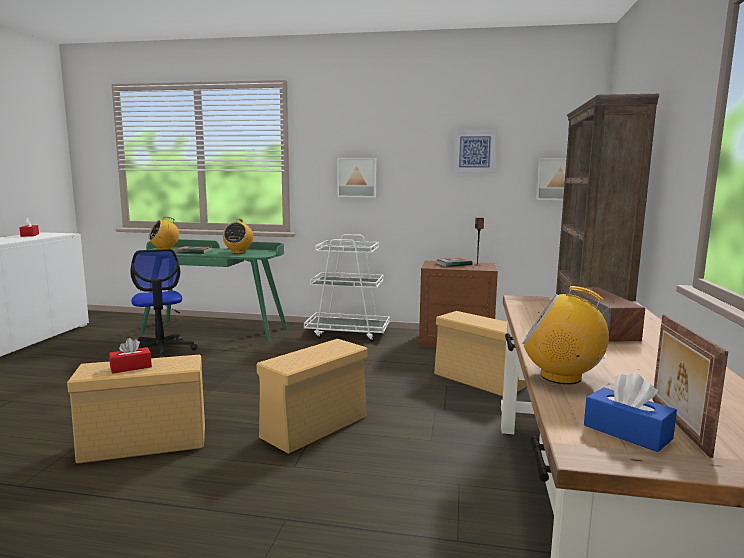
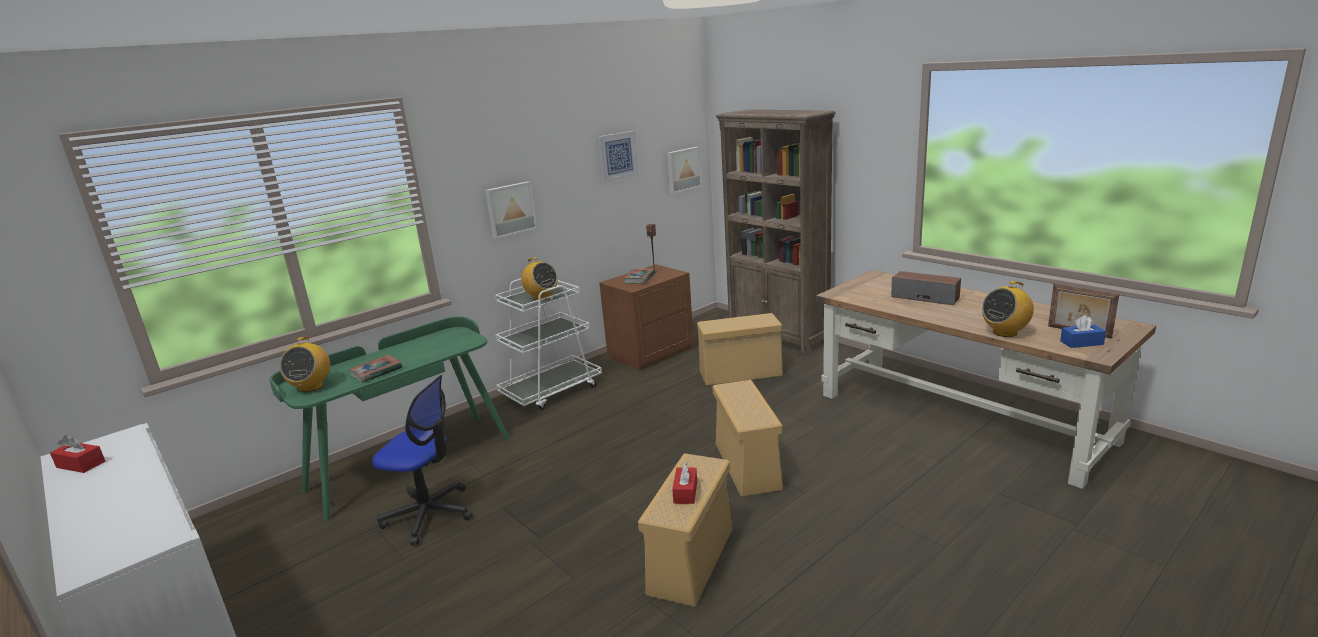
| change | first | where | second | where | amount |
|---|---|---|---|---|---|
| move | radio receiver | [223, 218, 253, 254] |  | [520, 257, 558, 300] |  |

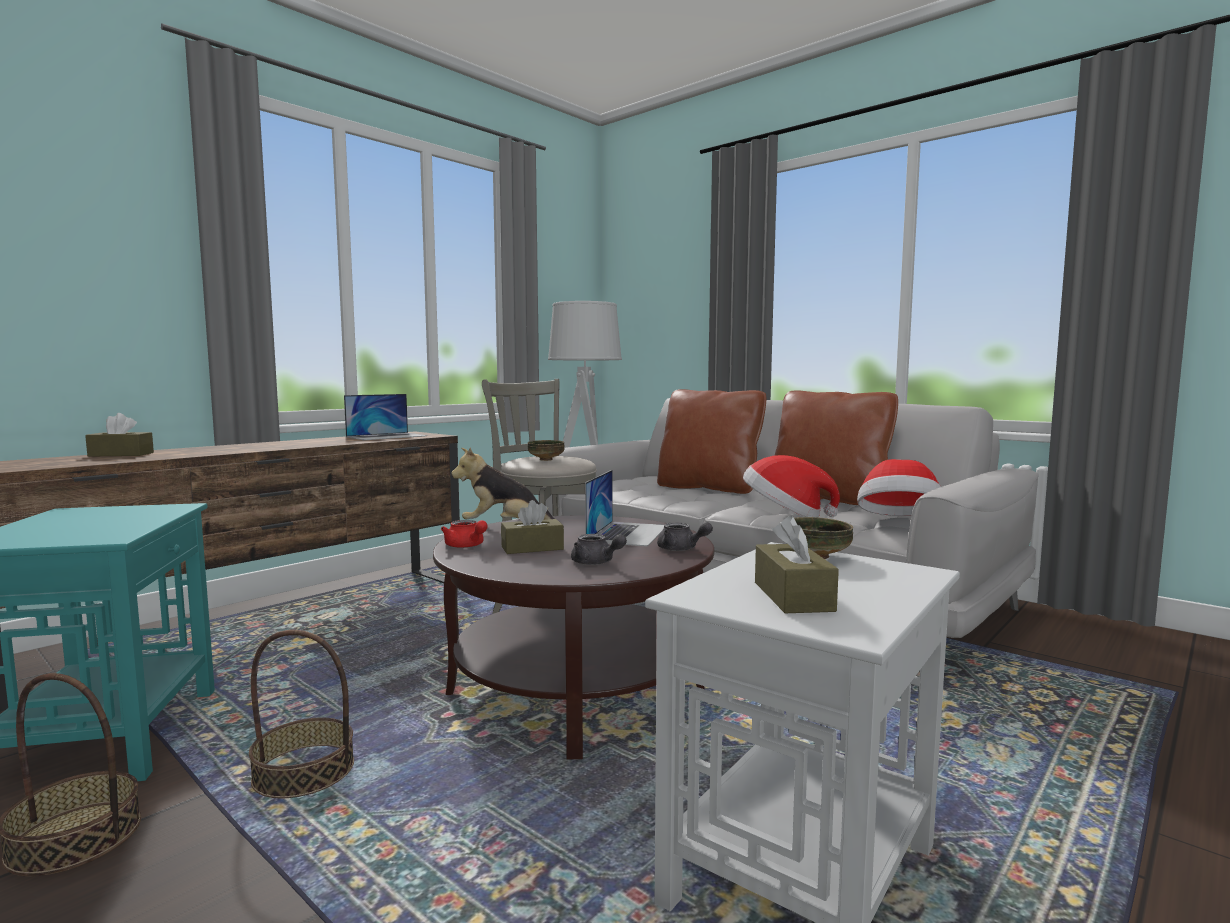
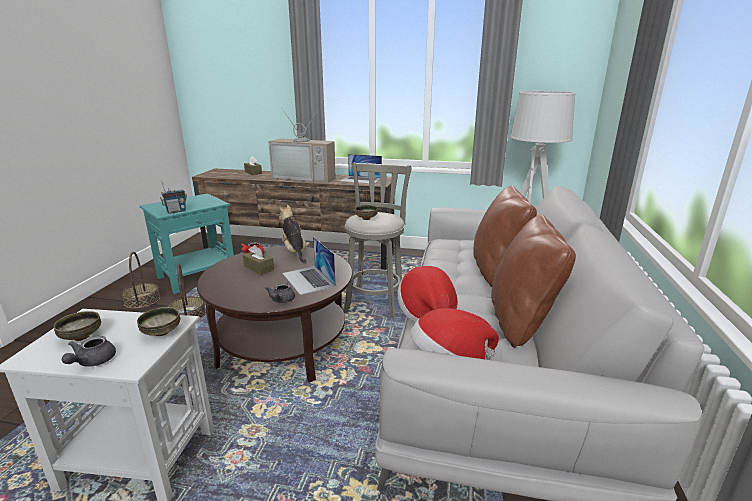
| change | first | where | second | where | amount |
|---|---|---|---|---|---|
| insert |  |  | radio receiver | [160, 181, 187, 214] |  |
| insert |  |  | TV | [268, 107, 336, 183] |  |
| move | gray teapot | [571, 534, 627, 565] |  | [62, 336, 116, 367] |  |
| replace | brownish box of tissues | [755, 515, 839, 613] | serving bowl | [54, 311, 101, 341] |  |
| rotate | notebook computer | [585, 470, 664, 547] |  | [282, 237, 336, 295] | 75 degrees clockwise |

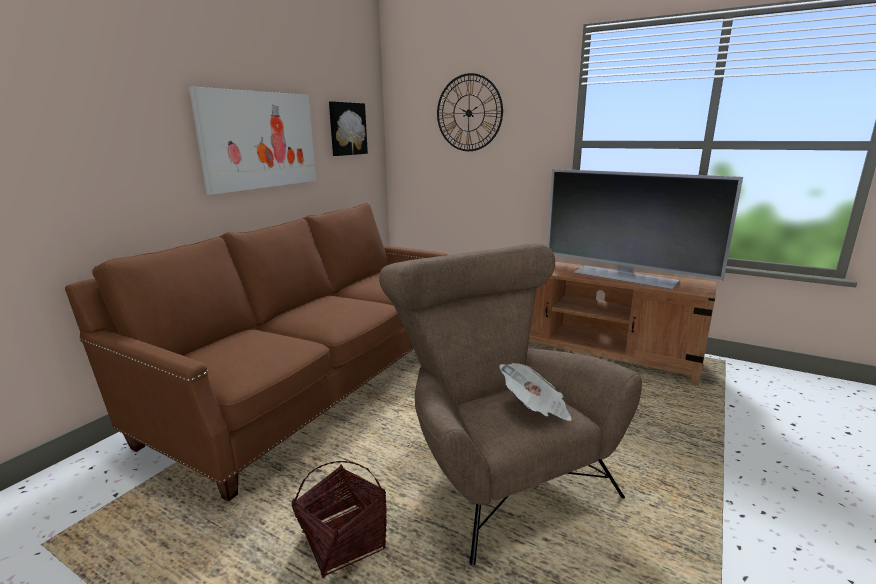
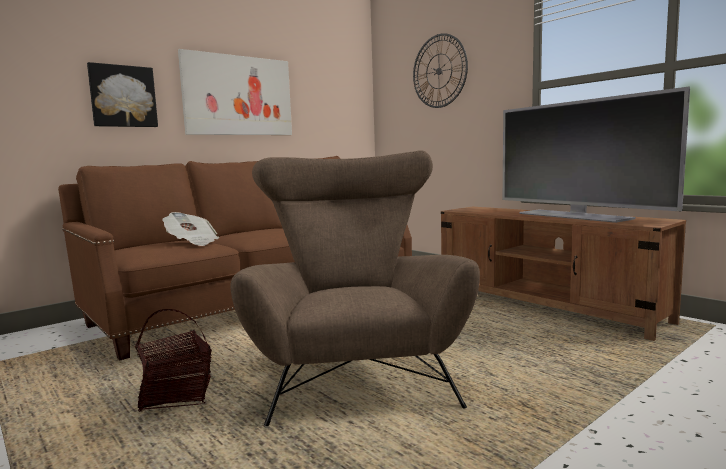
| change | first | where | second | where | amount |
|---|---|---|---|---|---|
| move | picture | [329, 101, 368, 156] |  | [87, 62, 158, 127] |  |
| move | daily paper | [499, 363, 572, 421] |  | [162, 212, 219, 246] |  |

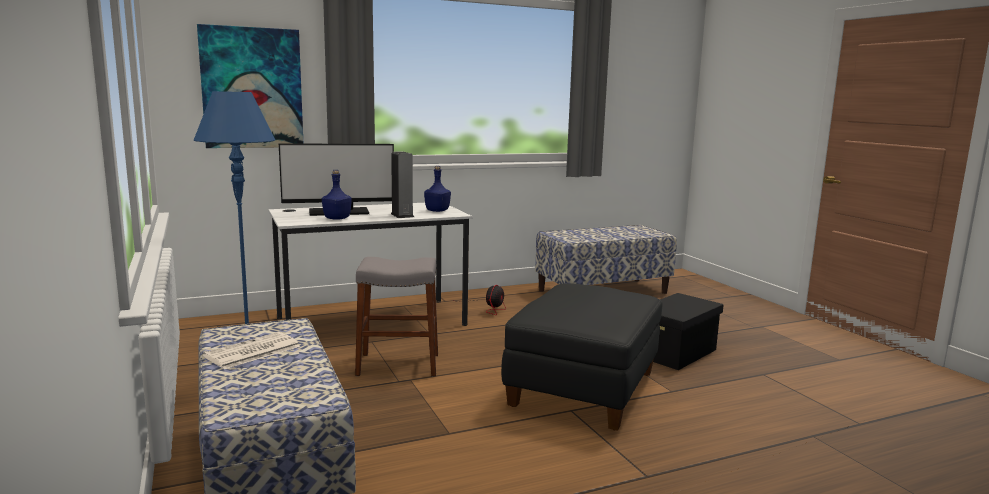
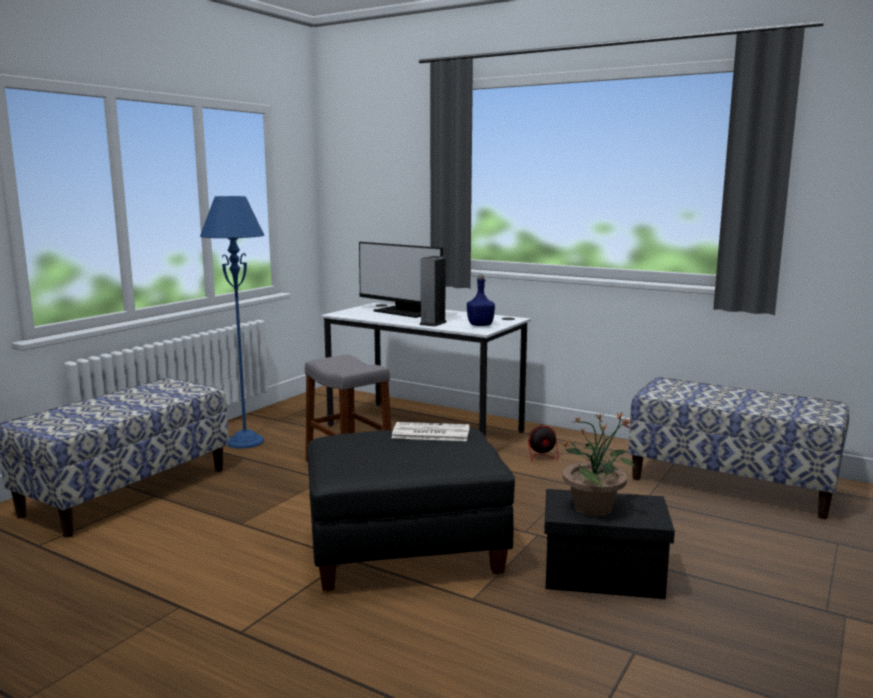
| change | first | where | second | where | amount |
|---|---|---|---|---|---|
| delete | picture | [197, 24, 304, 148] |  |  |  |
| delete | bluish drink bottle | [322, 170, 352, 220] |  |  |  |
| insert |  |  | plant in a pot | [562, 411, 636, 516] |  |
| move | daily paper | [203, 332, 300, 369] |  | [392, 422, 470, 441] |  |

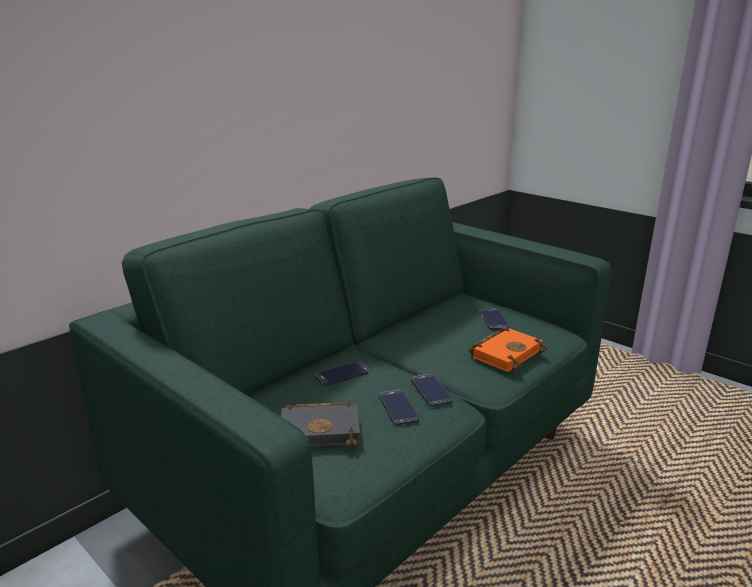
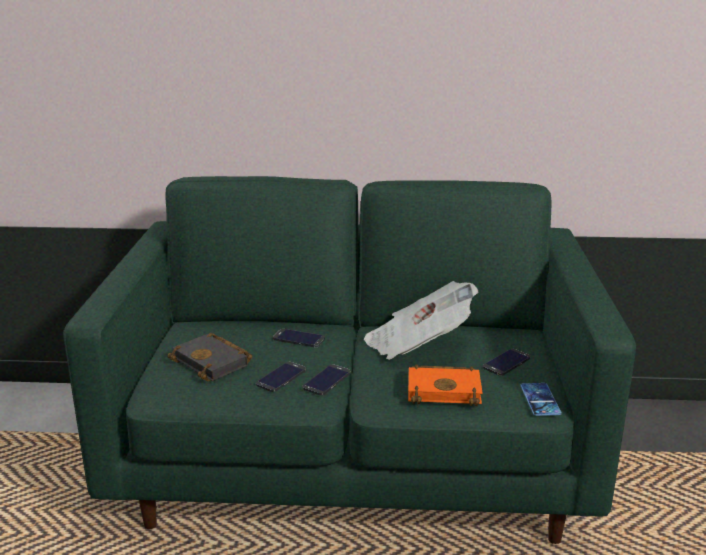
| change | first | where | second | where | amount |
|---|---|---|---|---|---|
| insert |  |  | daily paper | [364, 281, 478, 360] |  |
| insert |  |  | handset | [520, 383, 562, 416] |  |

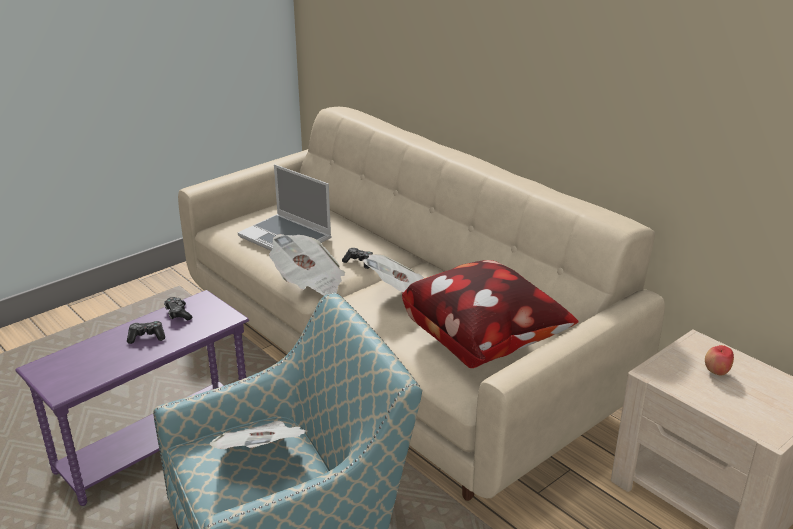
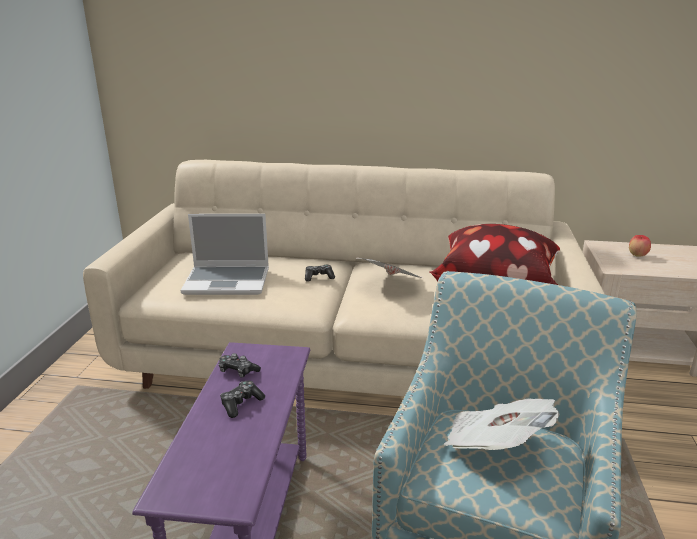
| change | first | where | second | where | amount |
|---|---|---|---|---|---|
| delete | daily paper | [269, 234, 345, 296] |  |  |  |

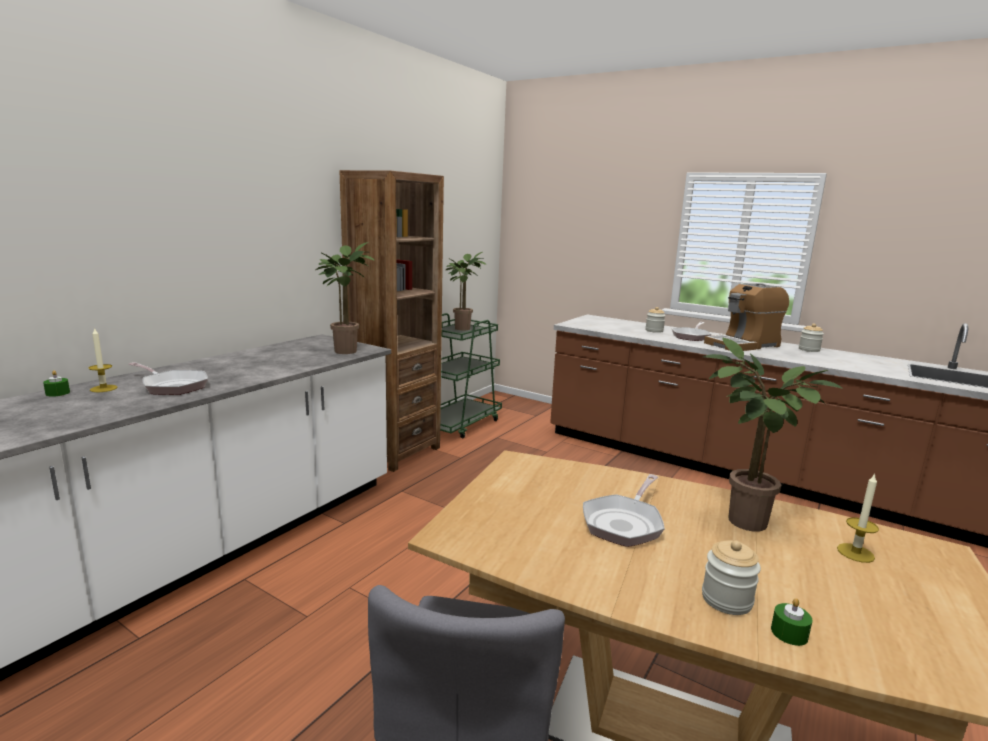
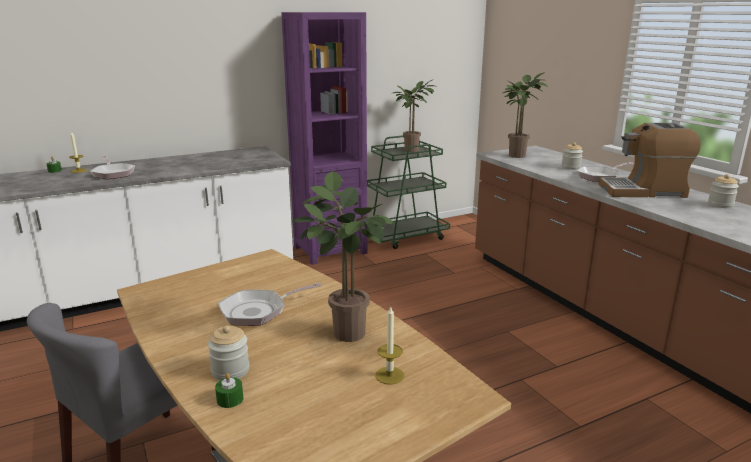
| change | first | where | second | where | amount |
|---|---|---|---|---|---|
| move | plant in a pot | [316, 242, 375, 354] |  | [503, 72, 548, 158] |  |
| recolor | brownish shelving unit | [339, 170, 444, 472] | purplish shelving unit | [281, 12, 367, 265] |  |

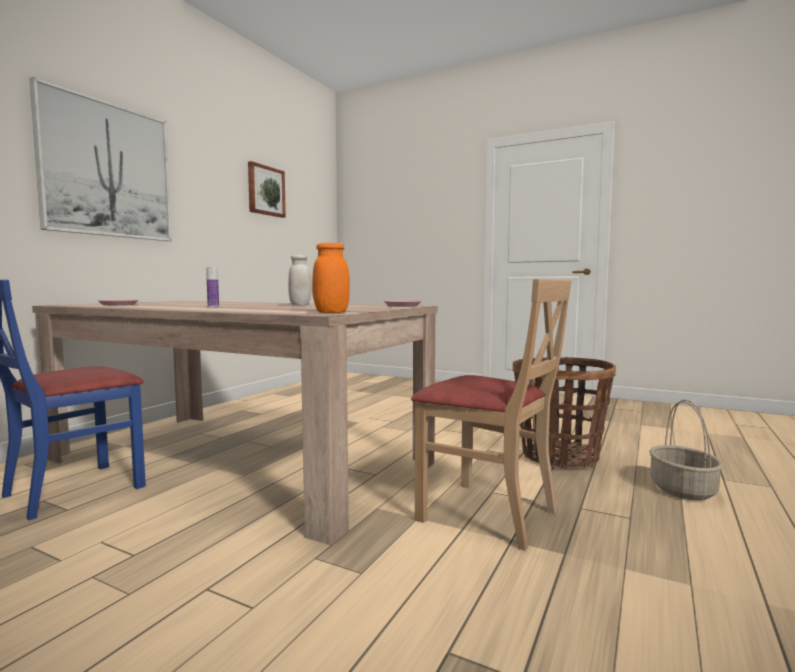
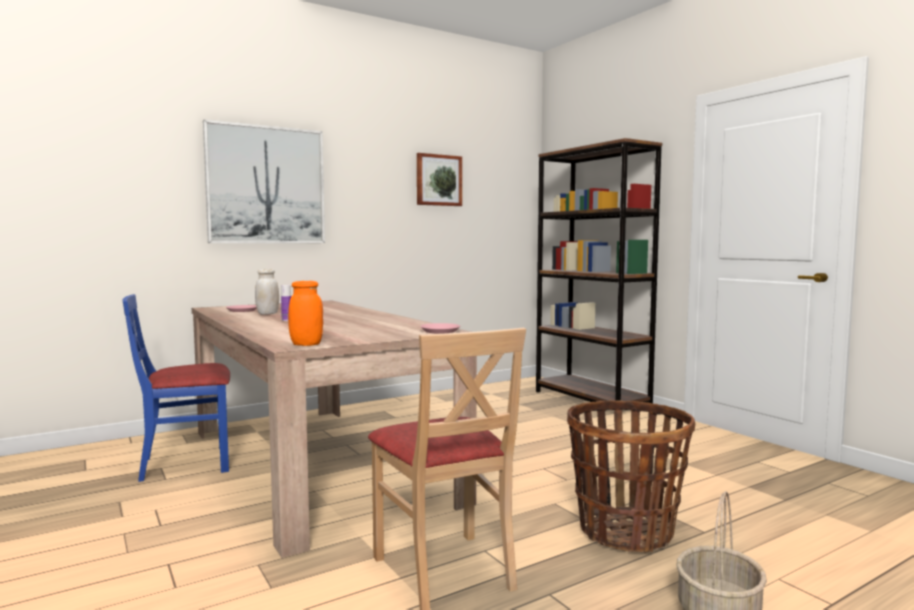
| change | first | where | second | where | amount |
|---|---|---|---|---|---|
| insert |  |  | brownish shelving unit | [536, 138, 662, 403] |  |
| move | white-coloured preserve jar | [288, 255, 312, 305] |  | [255, 269, 279, 315] |  |

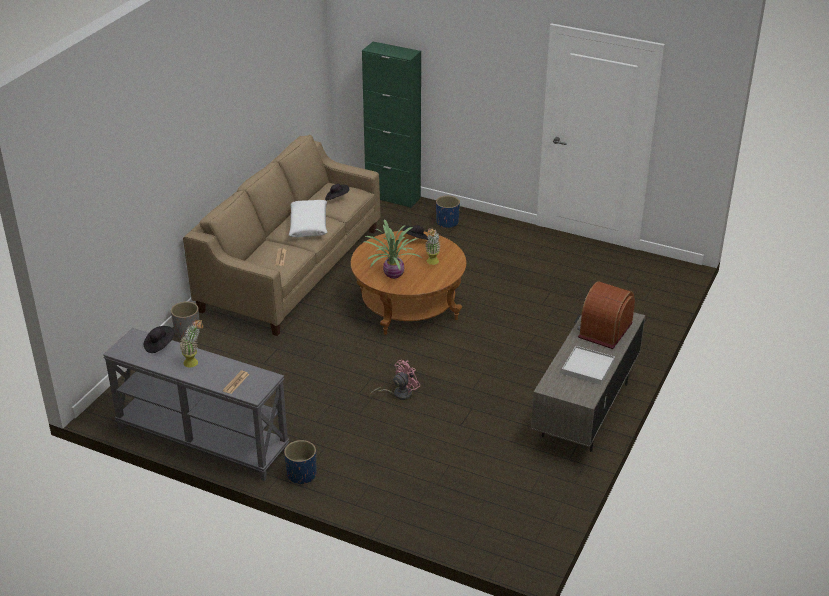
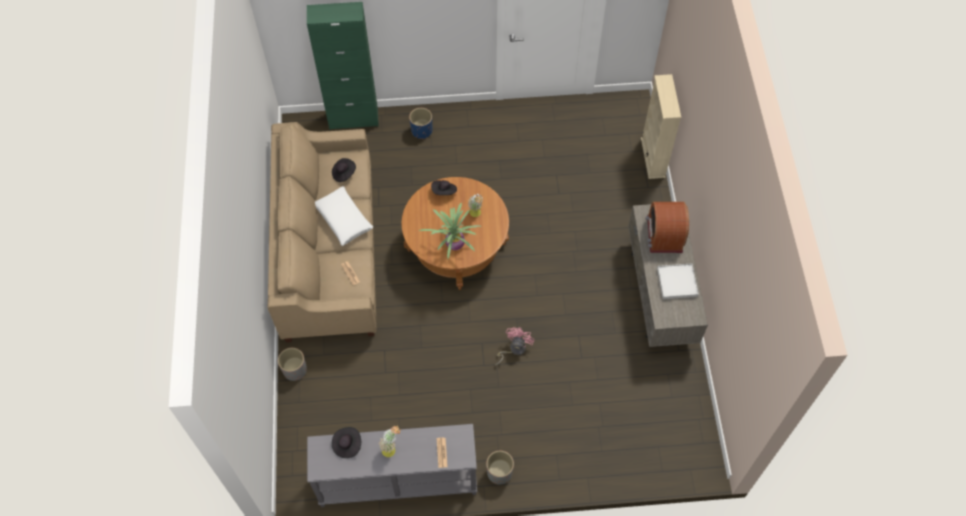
| change | first | where | second | where | amount |
|---|---|---|---|---|---|
| insert |  |  | beige shelving unit | [641, 74, 681, 179] |  |
| recolor | bluish planter | [284, 440, 316, 484] | gray planter | [486, 451, 514, 485] |  |

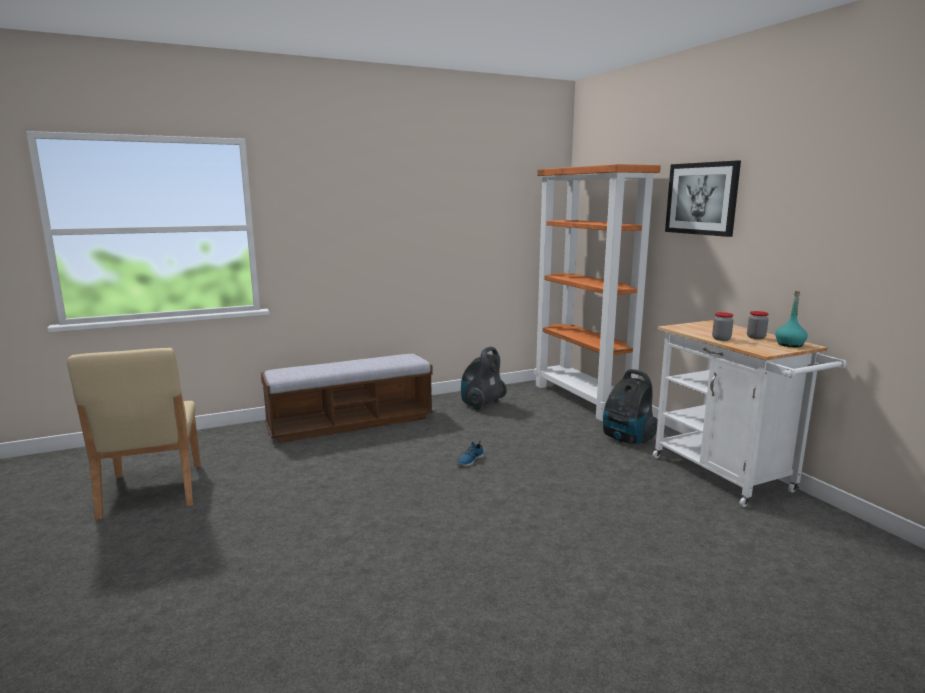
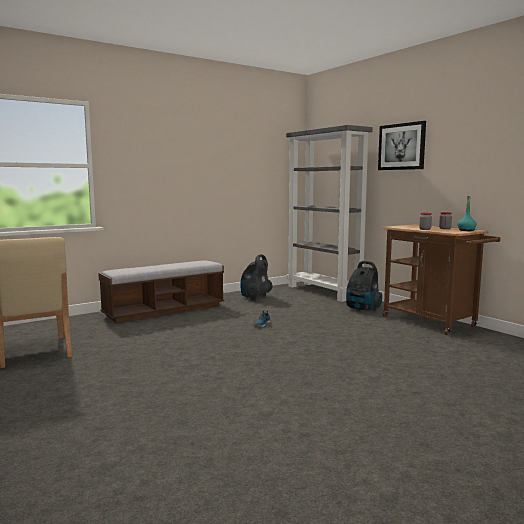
| change | first | where | second | where | amount |
|---|---|---|---|---|---|
| recolor | orange shelving unit | [534, 164, 660, 422] | gray shelving unit | [286, 125, 373, 302] |  |
| recolor | white-coloured wheeled cart | [653, 320, 846, 507] | brownish wheeled cart | [382, 224, 501, 335] |  |

